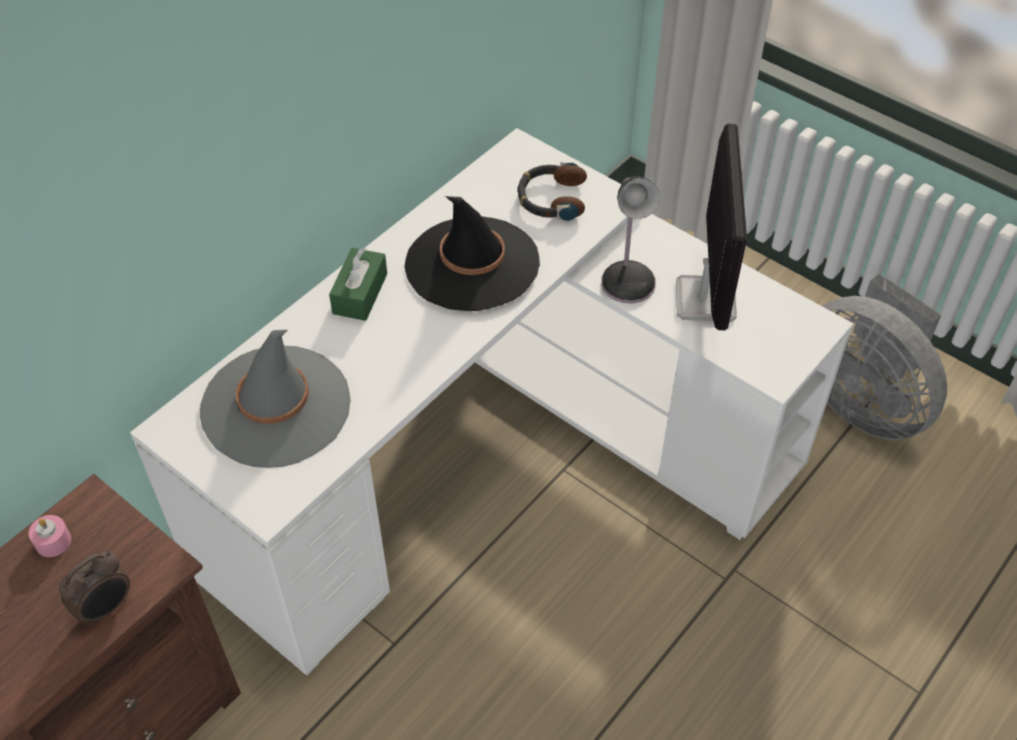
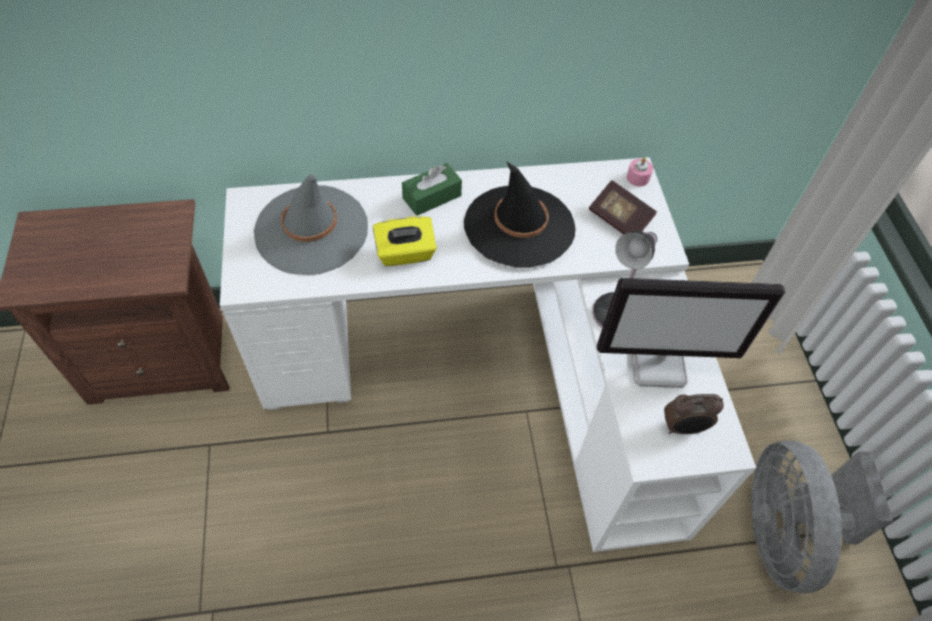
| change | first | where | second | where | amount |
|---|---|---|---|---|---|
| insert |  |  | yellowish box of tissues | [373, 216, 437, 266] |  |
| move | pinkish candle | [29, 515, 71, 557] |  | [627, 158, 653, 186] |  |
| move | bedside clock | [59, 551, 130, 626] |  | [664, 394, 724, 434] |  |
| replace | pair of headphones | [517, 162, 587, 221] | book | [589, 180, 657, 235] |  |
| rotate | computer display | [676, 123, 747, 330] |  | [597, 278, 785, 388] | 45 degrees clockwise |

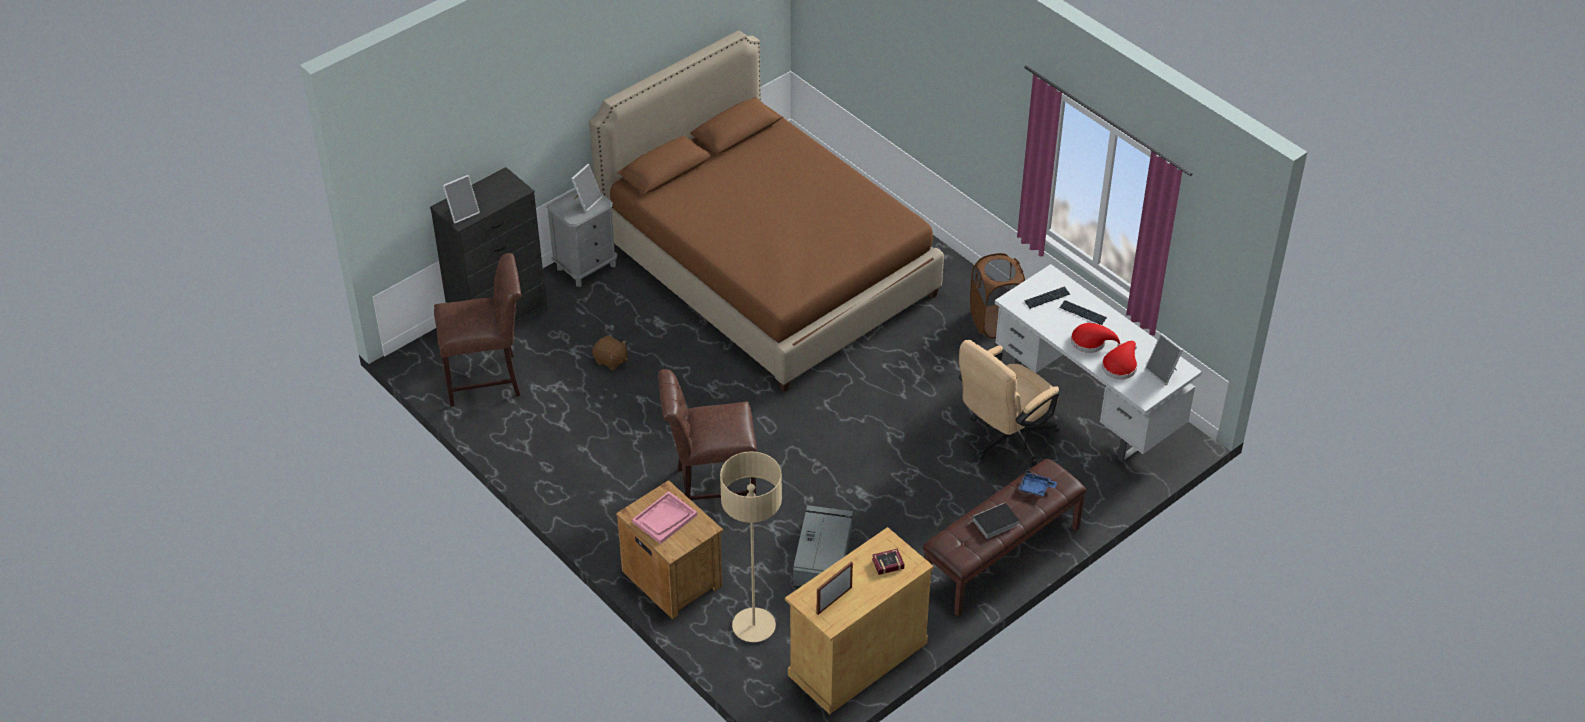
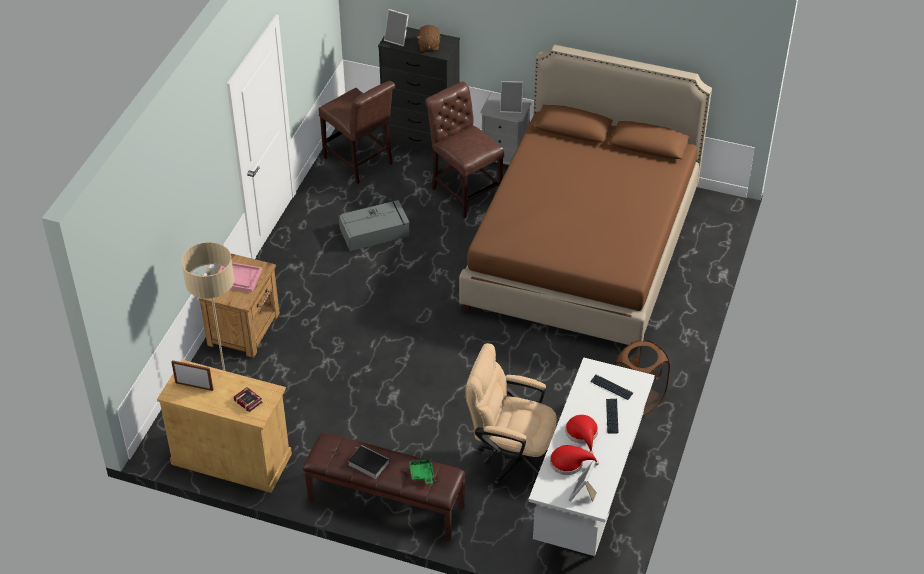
| change | first | where | second | where | amount |
|---|---|---|---|---|---|
| move | brownish cuddly toy | [592, 336, 628, 371] |  | [417, 25, 441, 51] |  |
| move | brownish chair | [658, 369, 756, 500] |  | [425, 81, 504, 218] |  |
| move | gray storage bin | [793, 505, 853, 586] |  | [339, 200, 410, 251] |  |
| recolor | bluish serving tray | [1018, 470, 1057, 496] | green-coloured serving tray | [409, 459, 434, 484] |  |

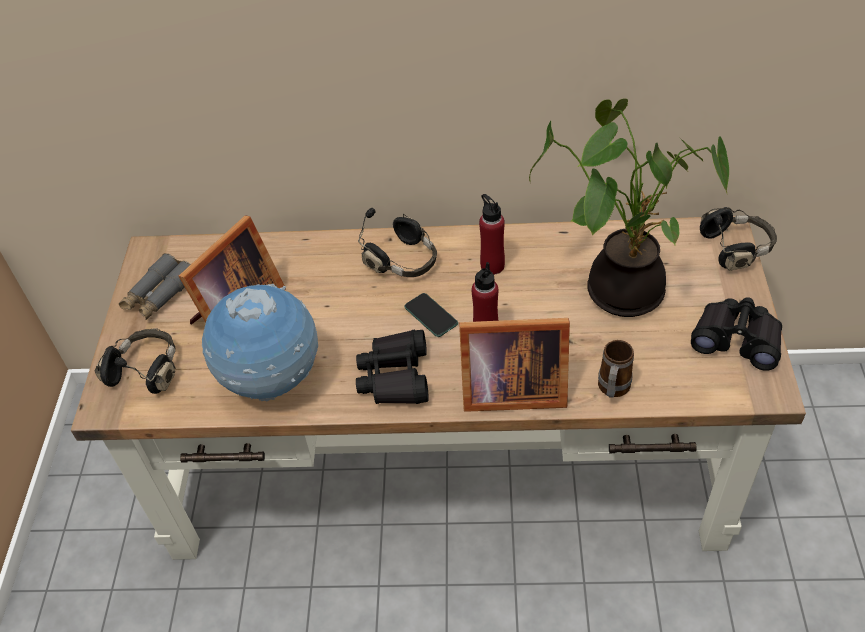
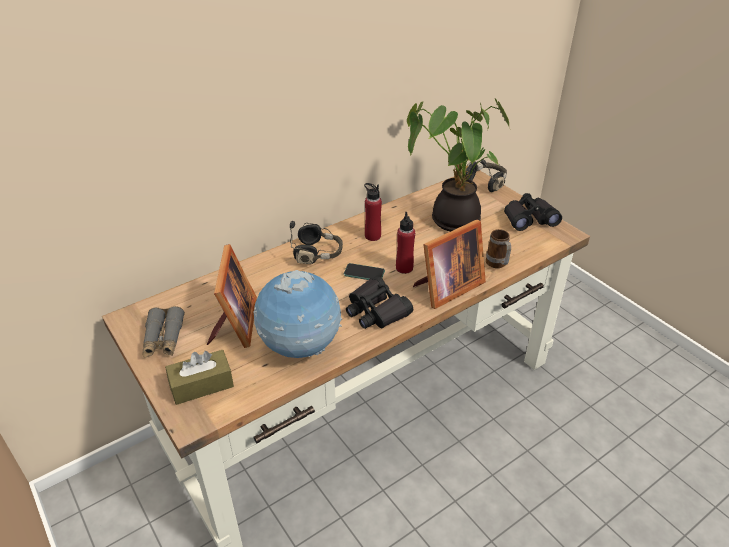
| change | first | where | second | where | amount |
|---|---|---|---|---|---|
| replace | blackish pair of headphones | [95, 328, 176, 394] | brownish box of tissues | [165, 350, 234, 405] |  |

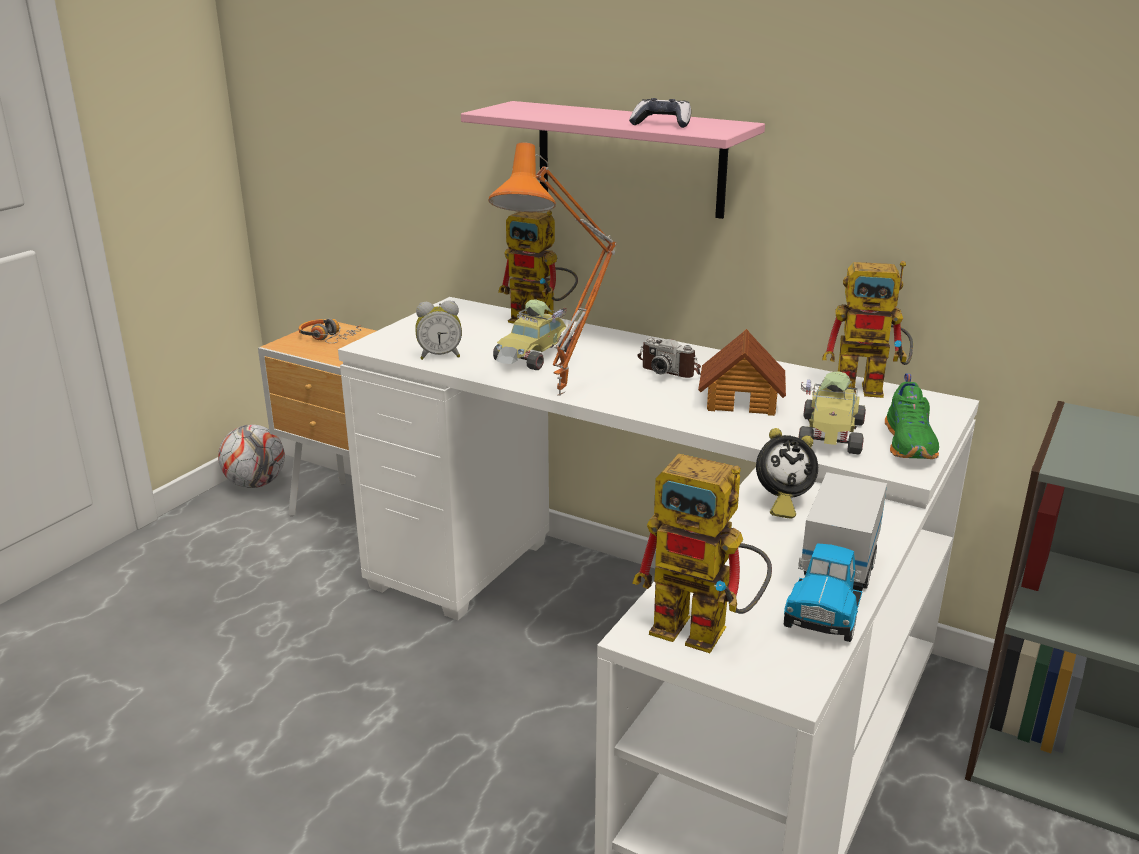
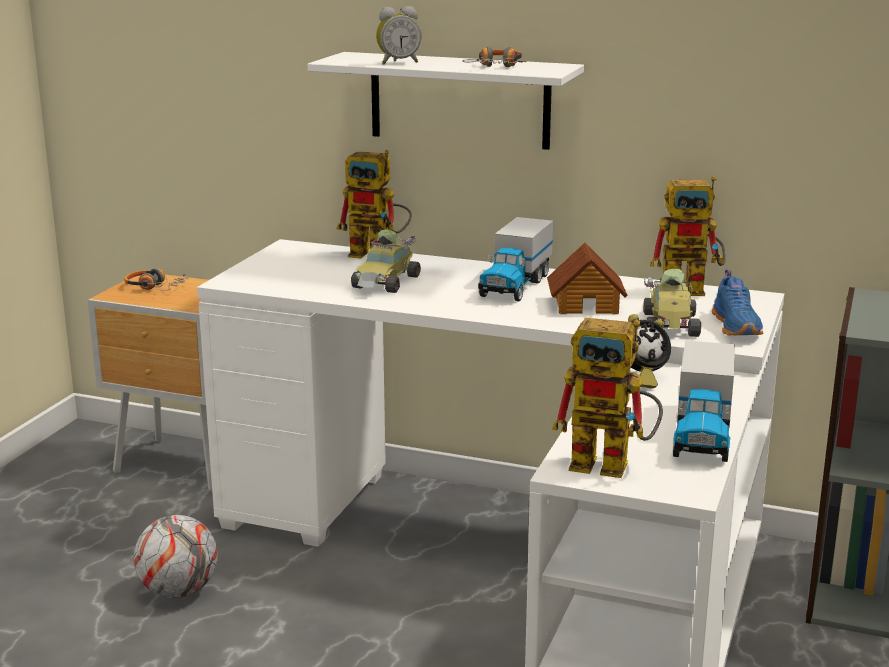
| change | first | where | second | where | amount |
|---|---|---|---|---|---|
| delete | orange lamp for a table | [488, 142, 616, 396] |  |  |  |
| move | ball for football | [218, 424, 285, 488] |  | [134, 515, 218, 598] |  |
| move | bedside clock | [415, 300, 462, 360] |  | [376, 6, 421, 64] |  |
| replace | gamepad | [629, 98, 691, 128] | pair of headphones | [462, 46, 526, 67] |  |
| replace | still camera | [637, 338, 701, 378] | model truck | [478, 217, 553, 301] |  |
| recolor | pinkish shelf | [461, 101, 765, 219] | white-coloured shelf | [308, 52, 584, 150] |  |
| recolor | green-coloured item of footwear | [885, 373, 939, 459] | bluish item of footwear | [712, 270, 763, 335] |  |

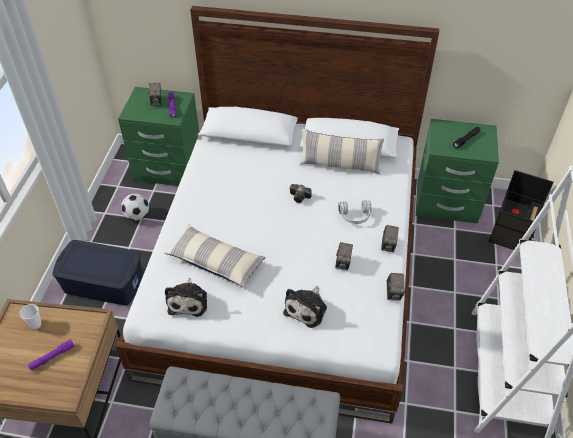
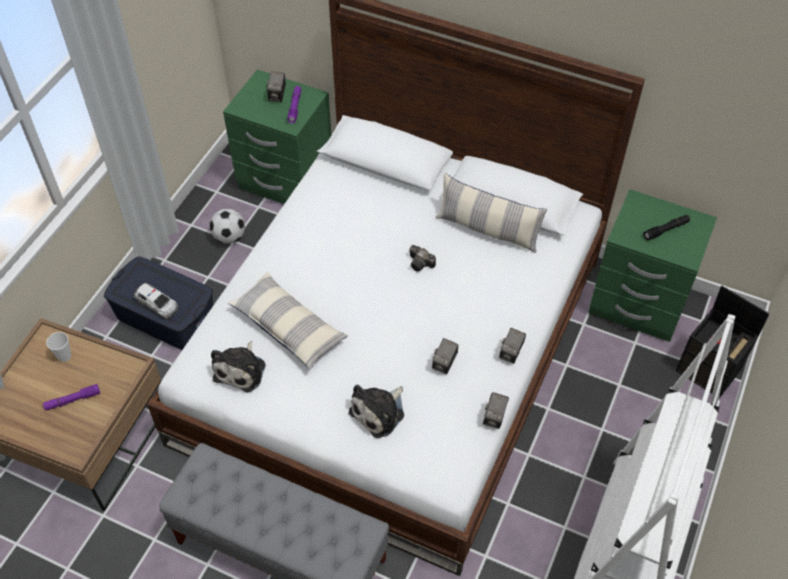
| change | first | where | second | where | amount |
|---|---|---|---|---|---|
| delete | white-coloured pair of headphones | [338, 200, 371, 224] |  |  |  |
| insert |  |  | miniature car | [133, 283, 179, 319] |  |

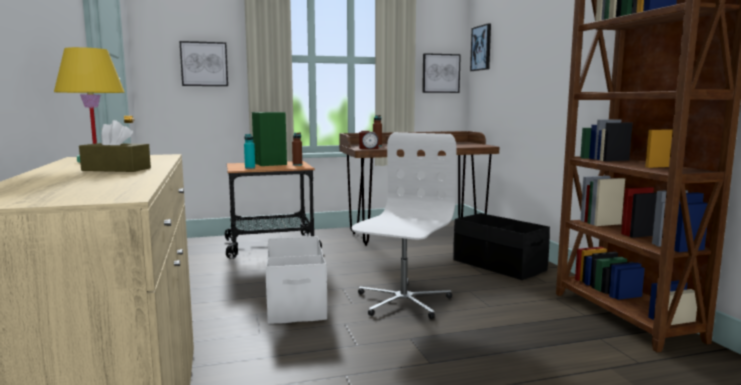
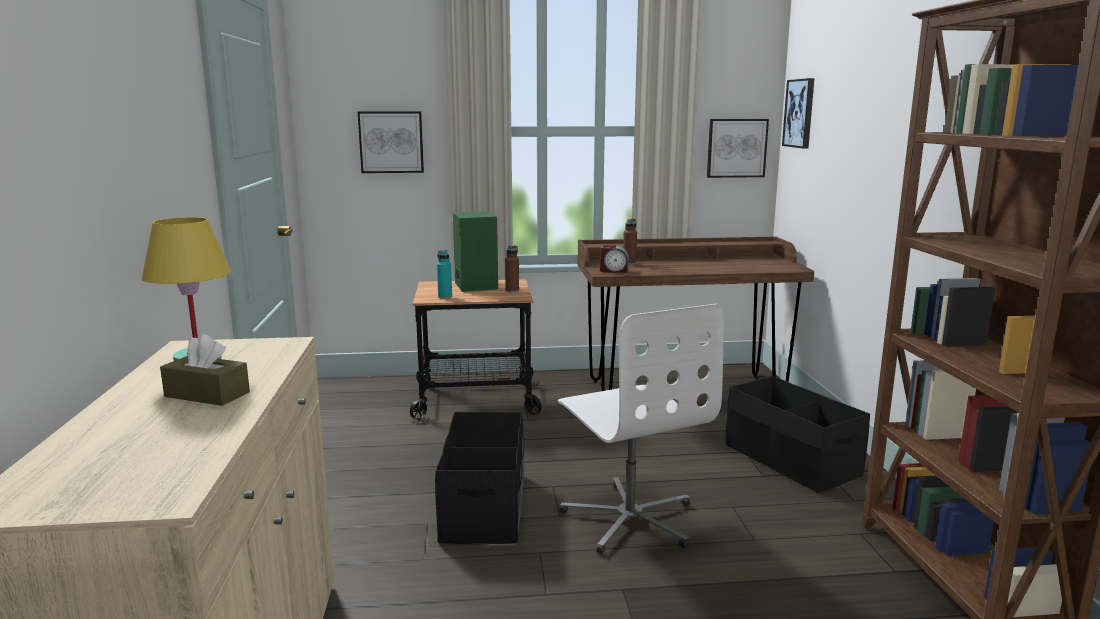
| change | first | where | second | where | amount |
|---|---|---|---|---|---|
| recolor | white-coloured storage bin | [266, 236, 327, 324] | blackish storage bin | [435, 412, 524, 544] |  |
| rotate | white-coloured computer chair | [352, 132, 457, 319] |  | [558, 304, 724, 554] | 120 degrees clockwise |

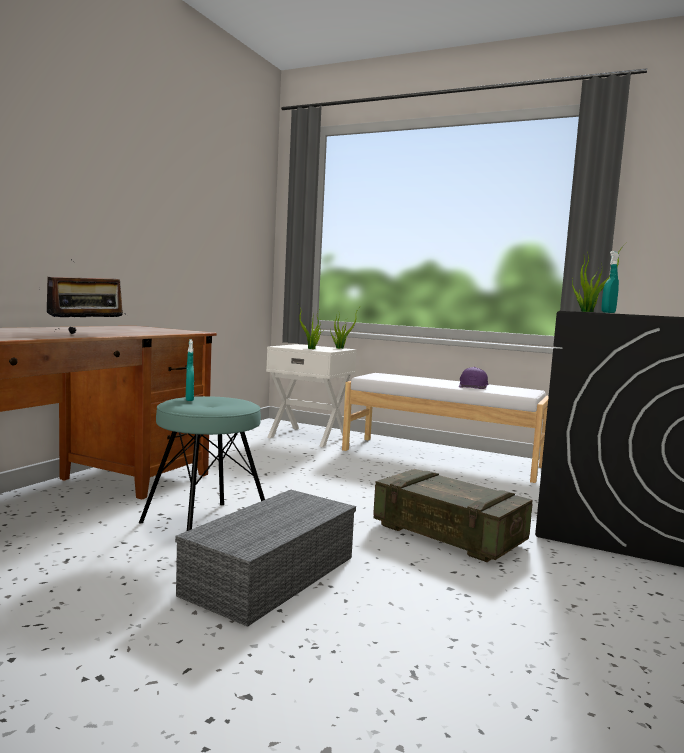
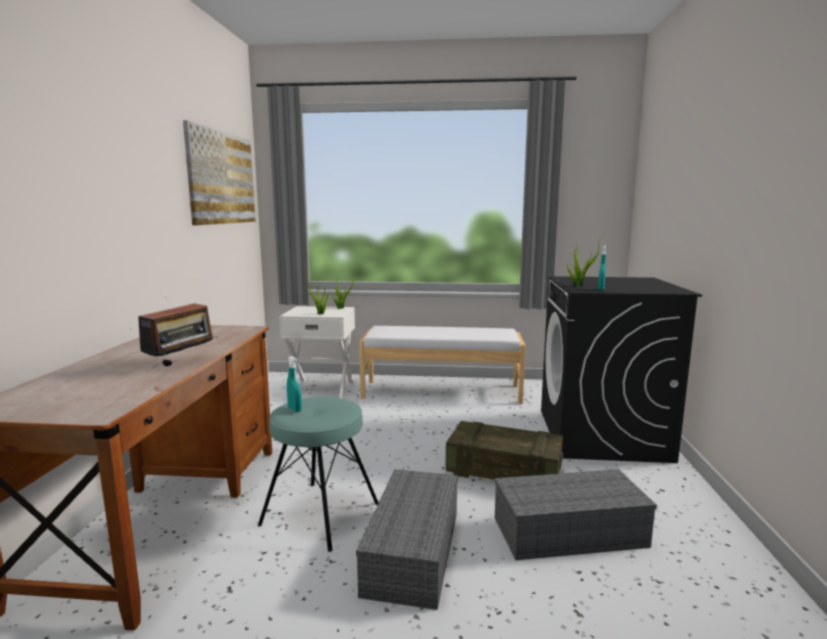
| change | first | where | second | where | amount |
|---|---|---|---|---|---|
| delete | purplish cap | [459, 367, 488, 389] |  |  |  |
| insert |  |  | picture | [183, 120, 255, 225] |  |
| insert |  |  | gray storage bin | [495, 469, 657, 560] |  |

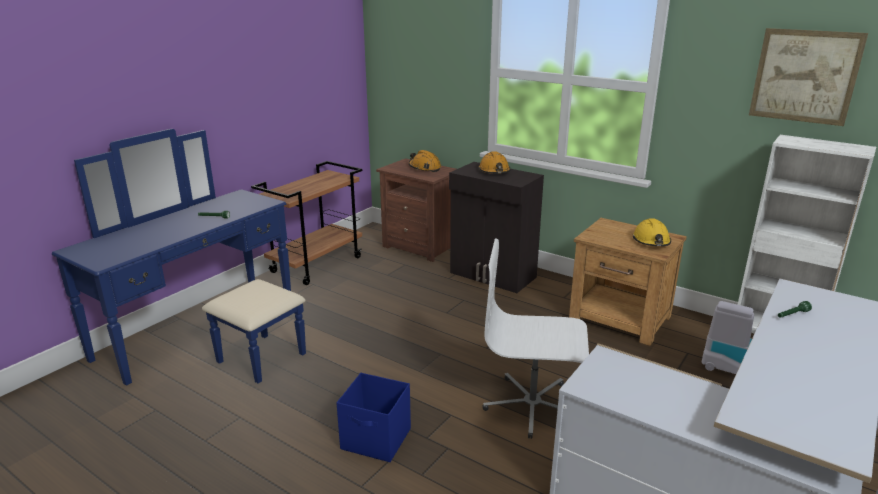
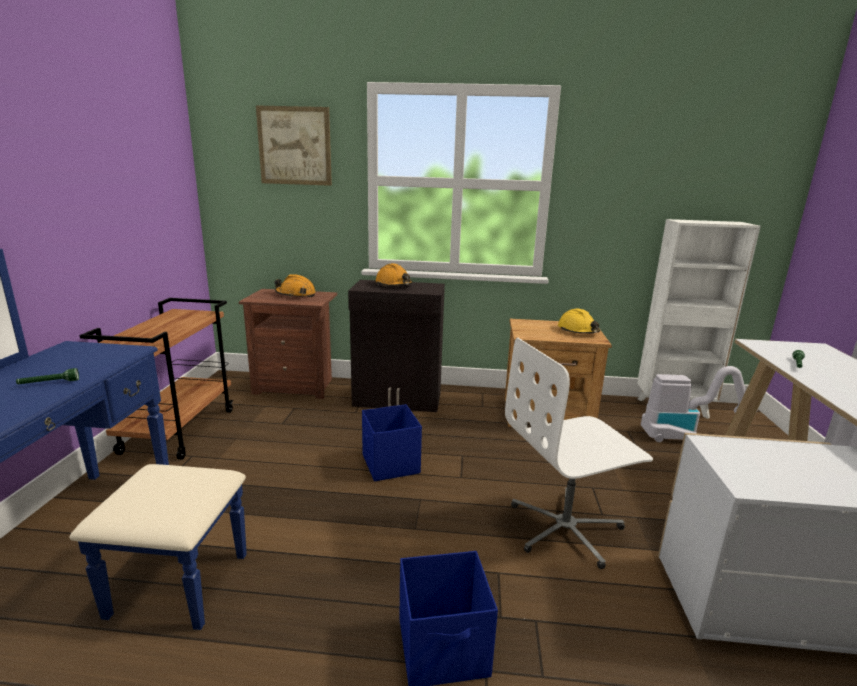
| change | first | where | second | where | amount |
|---|---|---|---|---|---|
| insert |  |  | bluish storage bin | [362, 404, 422, 481] |  |
| move | picture | [749, 28, 868, 126] |  | [256, 106, 332, 186] |  |

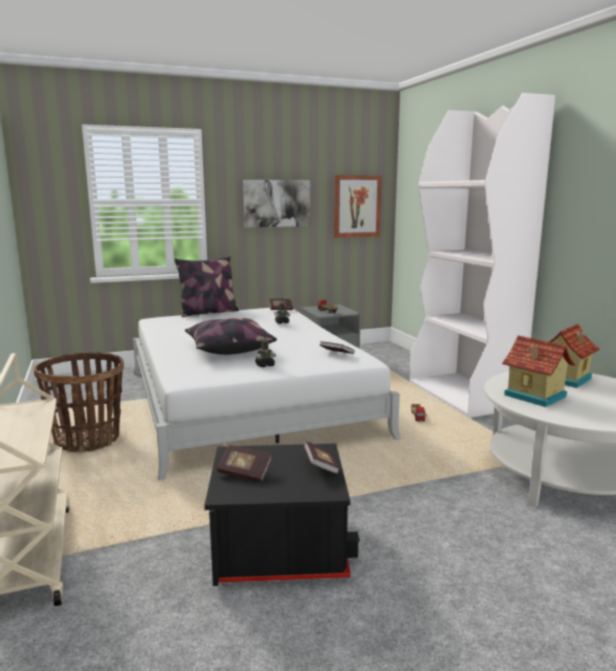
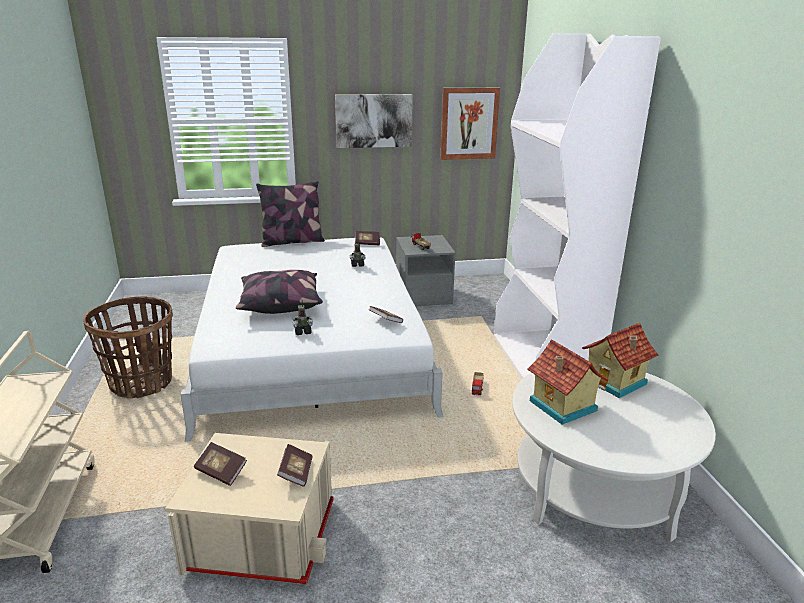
| change | first | where | second | where | amount |
|---|---|---|---|---|---|
| recolor | blackish storage bin | [204, 443, 360, 586] | beige storage bin | [165, 433, 334, 584] |  |

